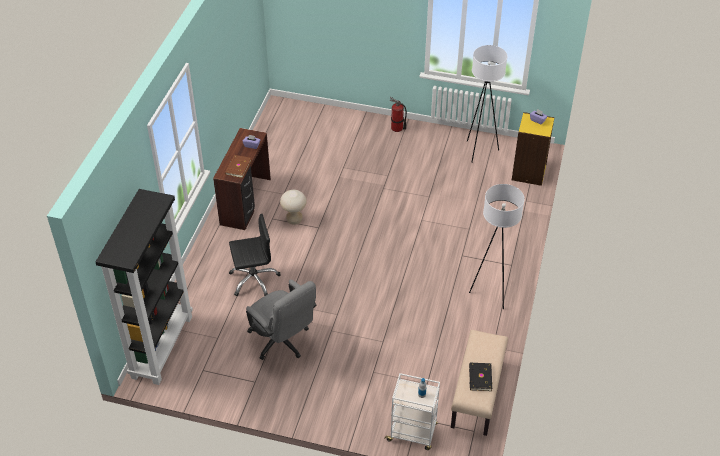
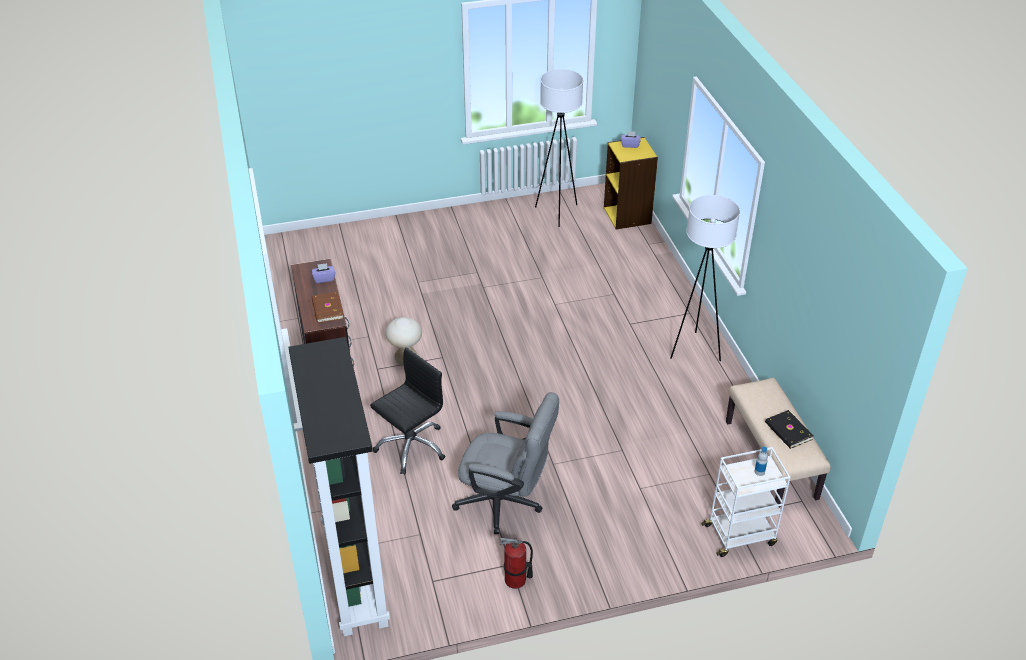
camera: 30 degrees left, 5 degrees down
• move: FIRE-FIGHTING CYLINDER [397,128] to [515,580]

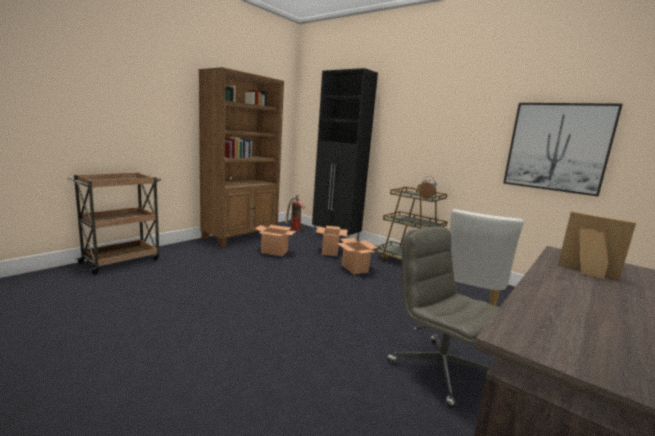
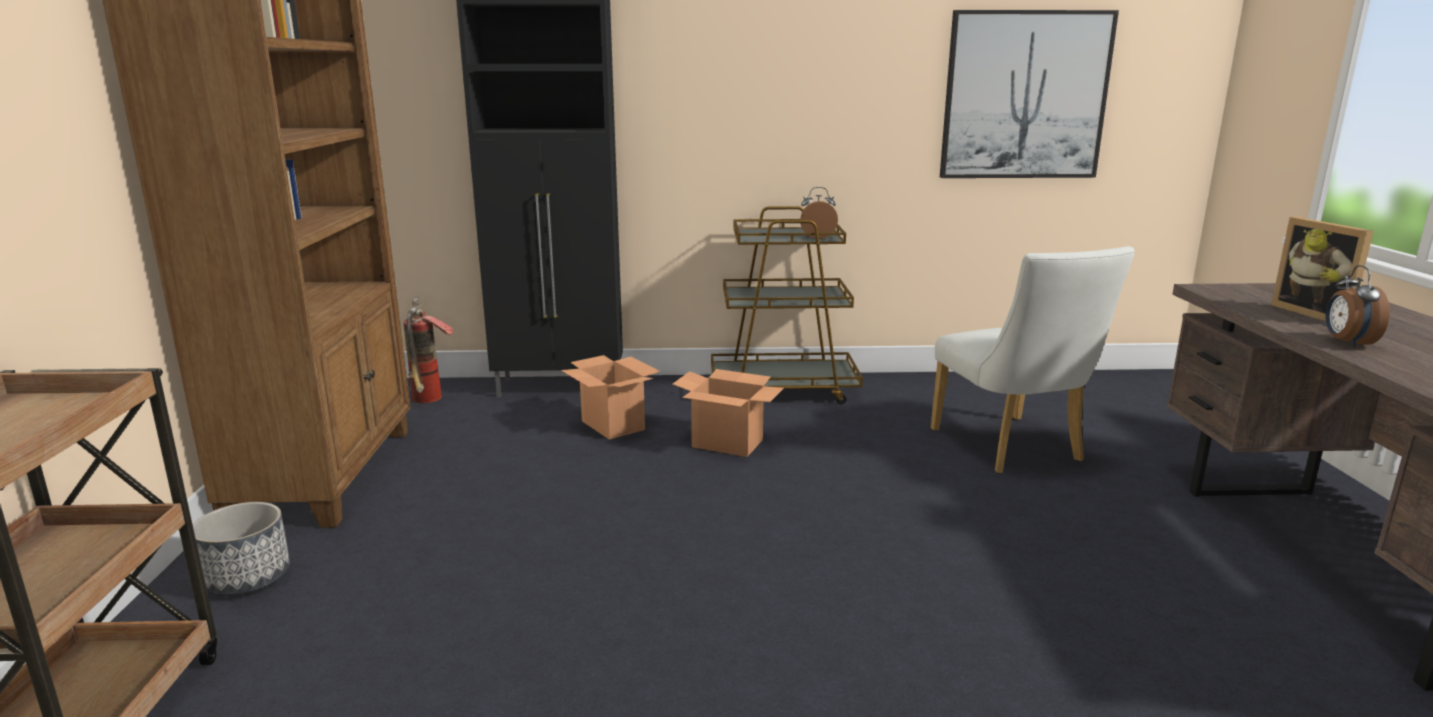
camera: 40 degrees left, 5 degrees up
• insert: PLANTER [246,578]
• rotate: PHOTO FRAME [586,273] = [1316,314] 105 degrees counterclockwise
• insert: BEDSIDE CLOCK [1346,343]
• delete: CARDBOARD BOX [274,252]
• delete: GRAY OFFICE CHAIR [439,369]

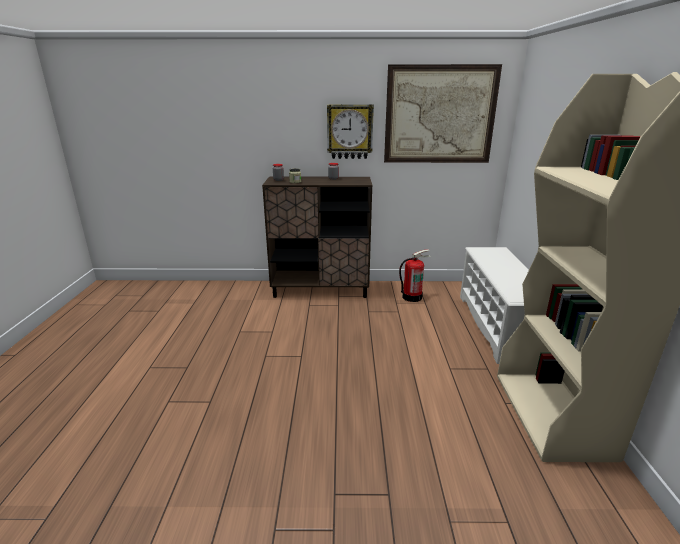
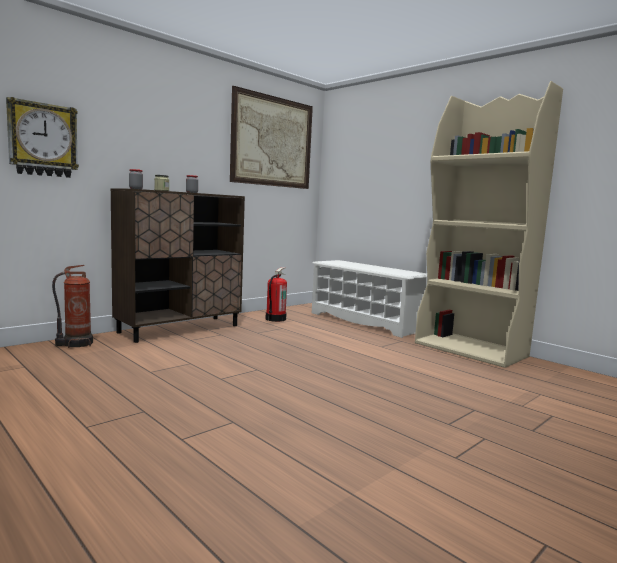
camera: 45 degrees left, 15 degrees down
• move: WALL CLOCK [350,132] to [43,140]
• insert: FIRE-FIGHTING CYLINDER [76,344]

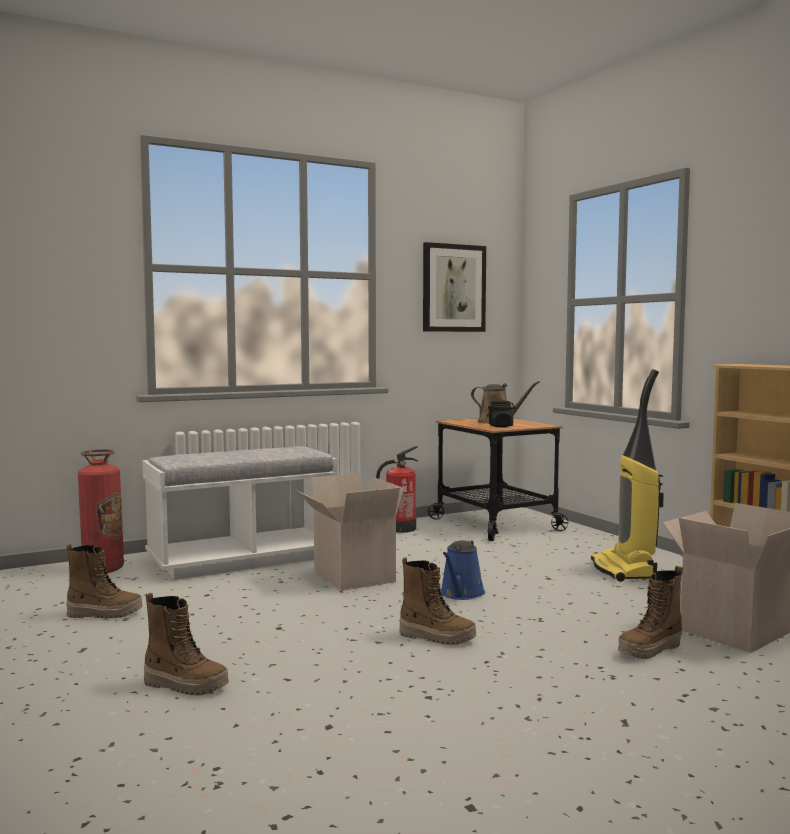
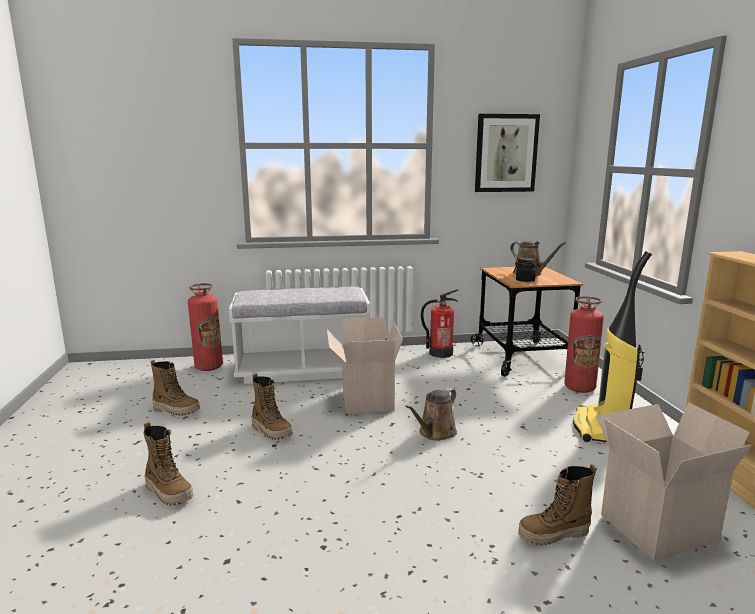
camera: 20 degrees right, 10 degrees up
• move: HIGH-TOP BOOT [437,637] to [271,431]
• recolor: BLUISH WATERING CAN [461,594] to BROWNISH WATERING CAN [435,433]
• insert: FIRE-FIGHTING CYLINDER [579,388]

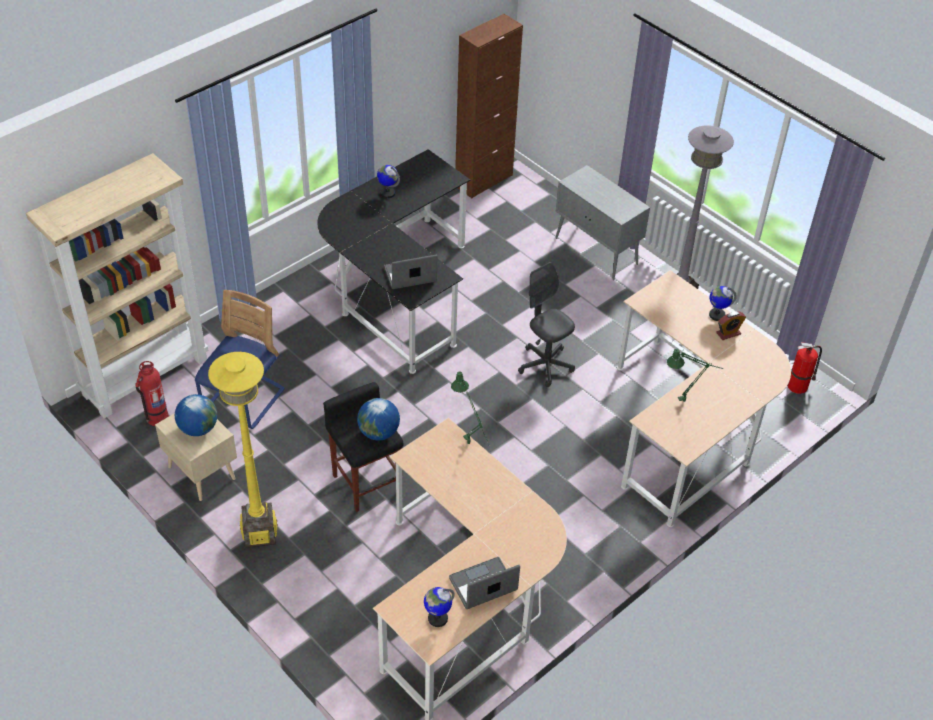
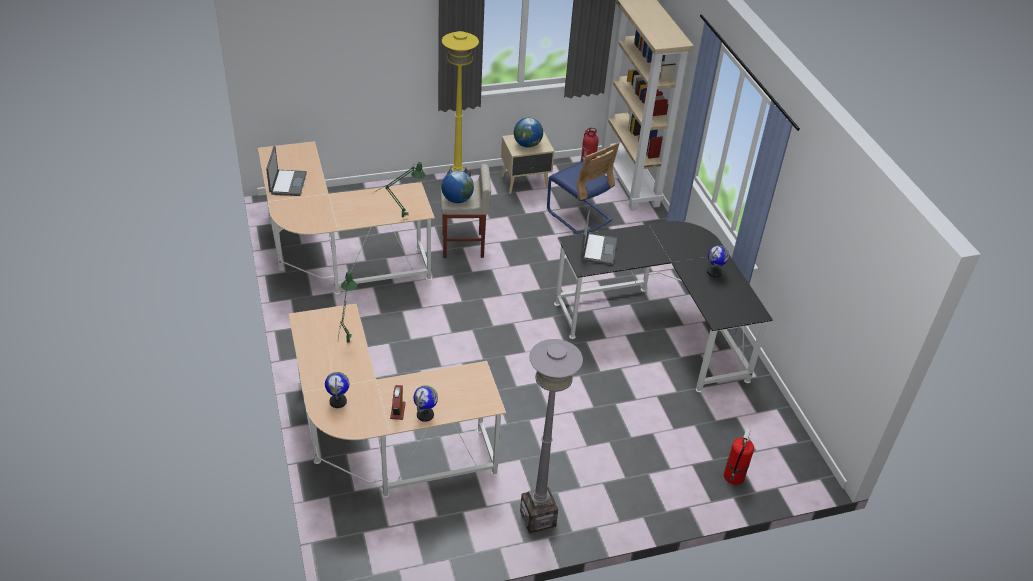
camera: 115 degrees right, 5 degrees down
• move: GLOBE [437,618] to [338,401]
• recolor: BLACKISH SITTING STOOL [366,483] to BEIGE-COLOURED SITTING STOOL [463,245]
• move: FIRE-FIGHTING CYLINDER [798,386] to [733,477]
• delete: BROWNISH CUPBOARD [484,180]
• delete: GRAY OFFICE CHAIR [545,365]
• delete: GRAY CUPBOARD [597,251]

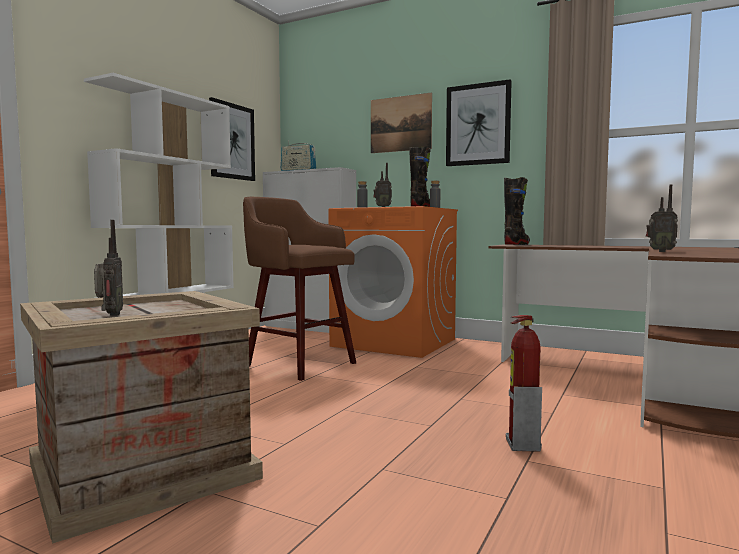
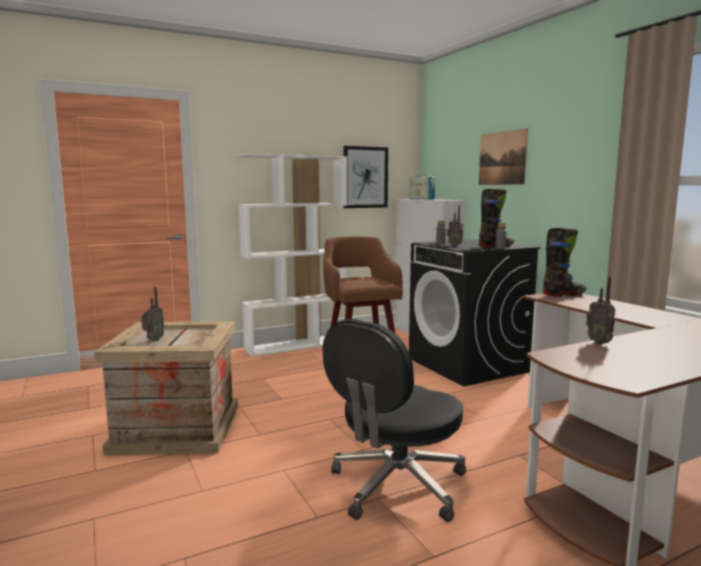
camera: 35 degrees right, 5 degrees up
• replace: FIRE-FIGHTING CYLINDER [522,445] to BLACKISH OFFICE CHAIR [396,486]
• recolor: ORANGE WASHING MACHINE [395,343] to BLACKISH WASHING MACHINE [468,365]
• delete: PICTURE [478,124]

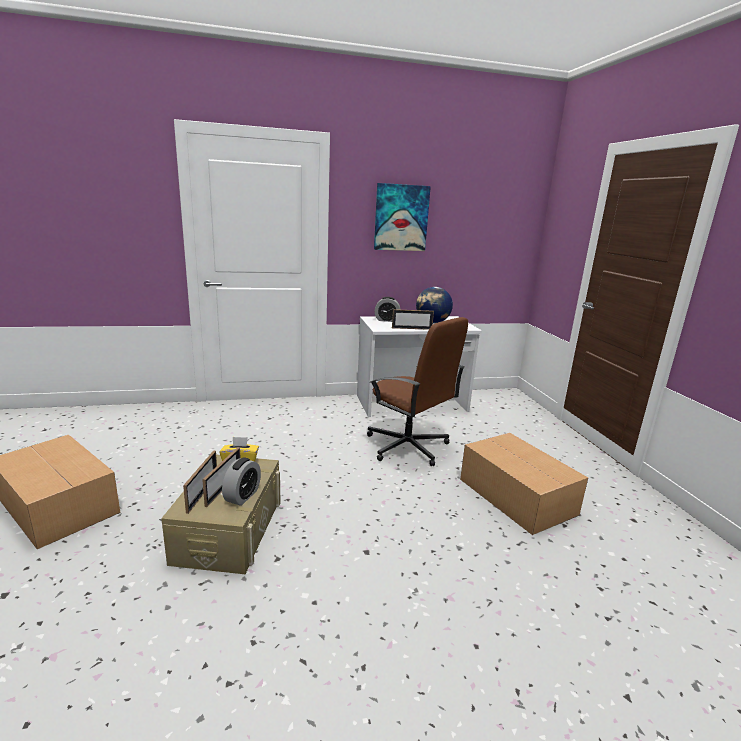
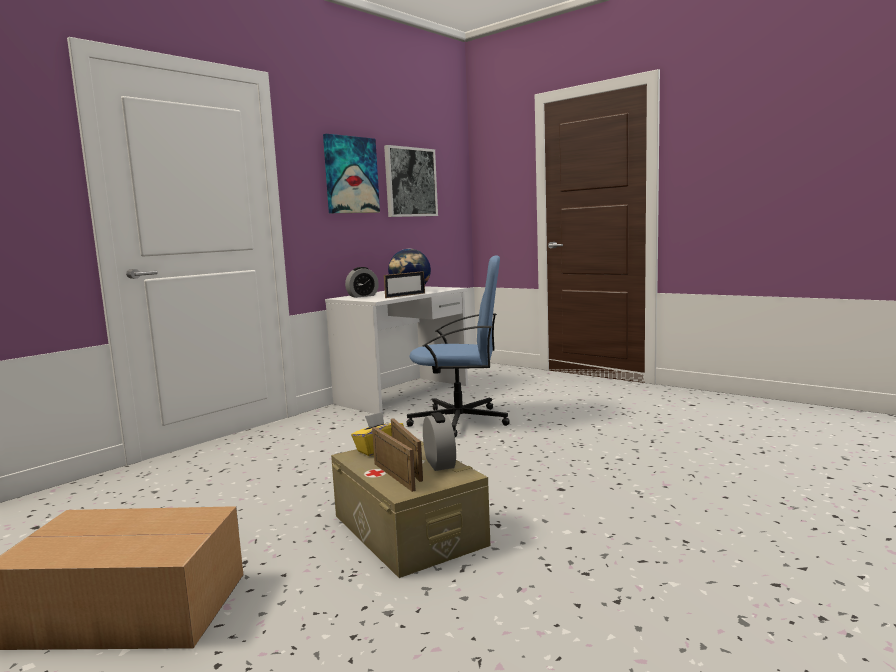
camera: 35 degrees left, 10 degrees down
• insert: PICTURE [410,182]
• recolor: BROWNISH OFFICE CHAIR [408,446] to BLUISH OFFICE CHAIR [461,421]
• delete: CARDBOARD BOX [516,495]

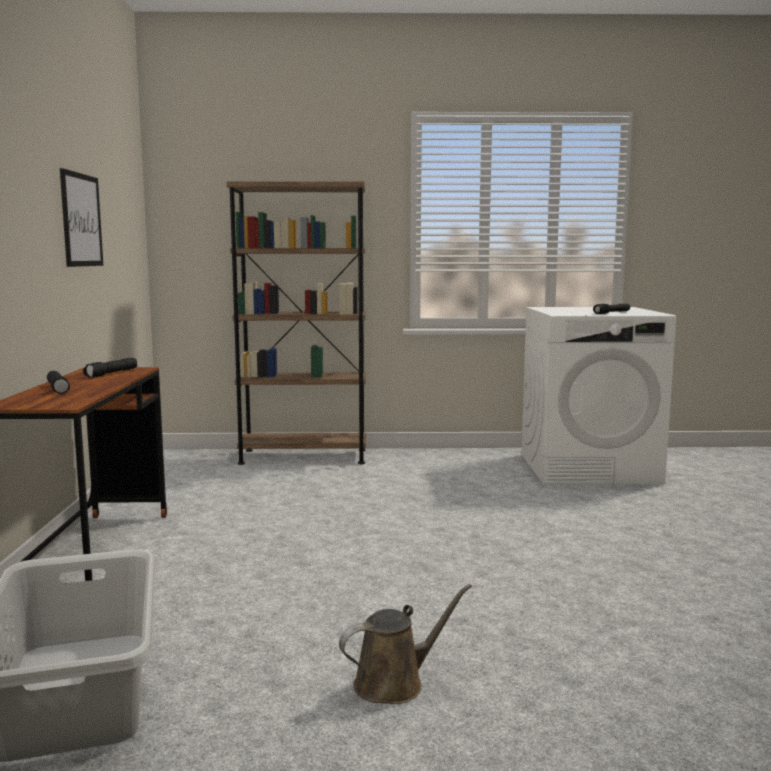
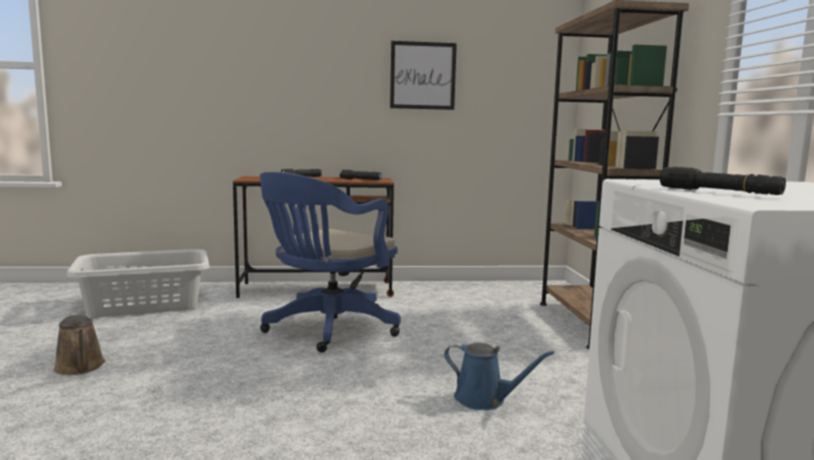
camera: 85 degrees right, 0 degrees up
• insert: BLUISH OFFICE CHAIR [327,329]
• insert: BLUISH WATERING CAN [484,400]

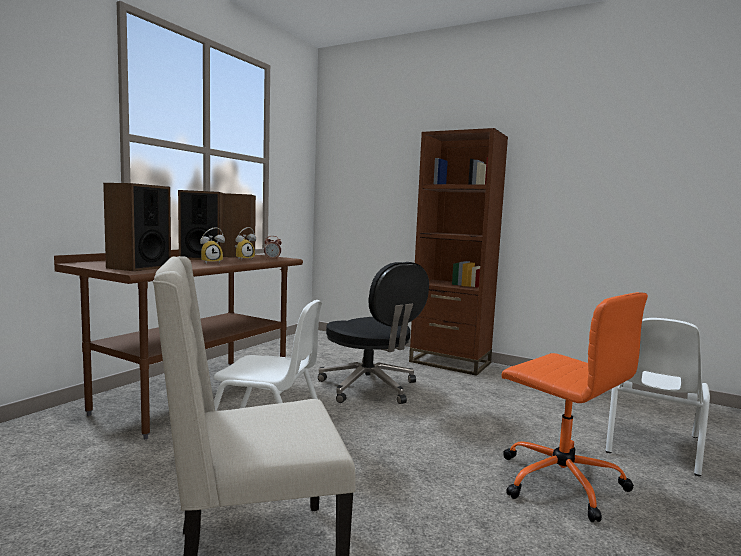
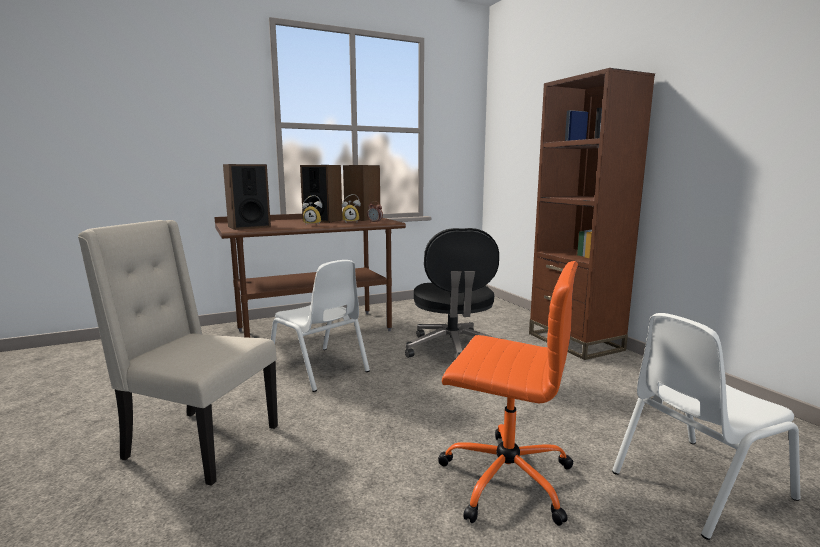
camera: 35 degrees right, 5 degrees up
• rotate: ORANGE OFFICE CHAIR [559,480] = [504,478] 60 degrees counterclockwise

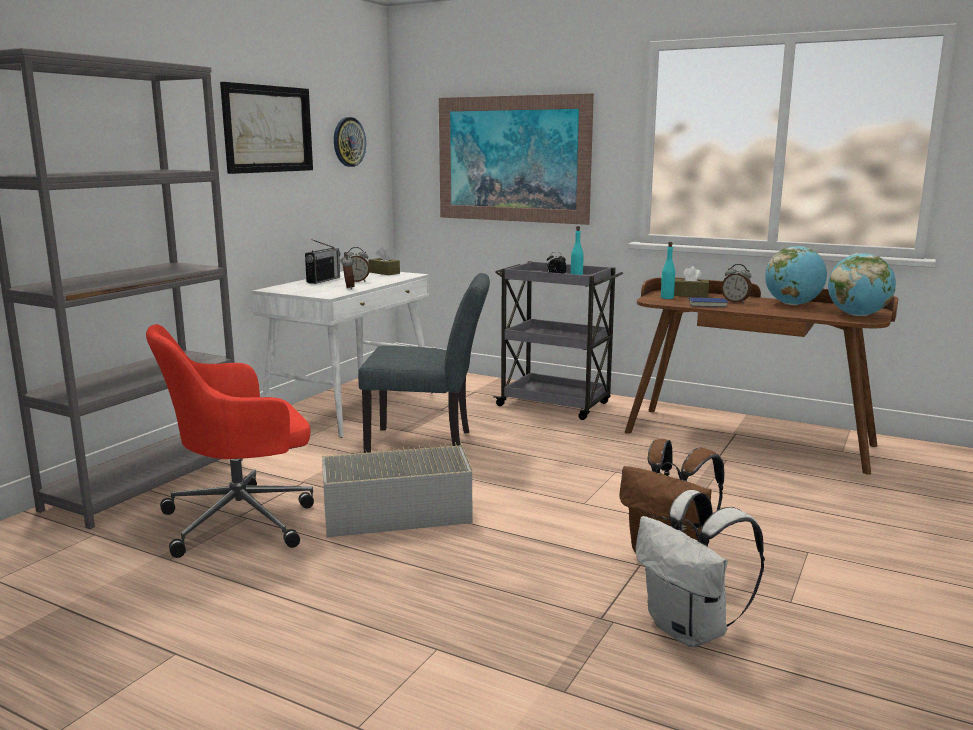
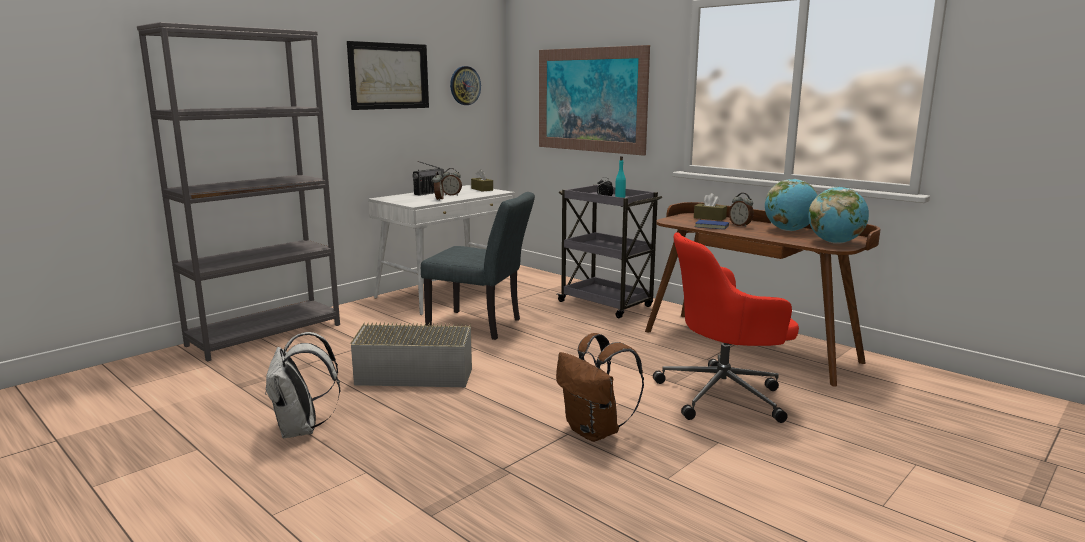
camera: 15 degrees right, 0 degrees up
• move: WHITISH KNAPSACK [690,630] to [302,430]
• move: REDDISH OFFICE CHAIR [243,520] to [724,395]
• delete: TURQUOISE-COLOURED BOTTLE [666,297]

